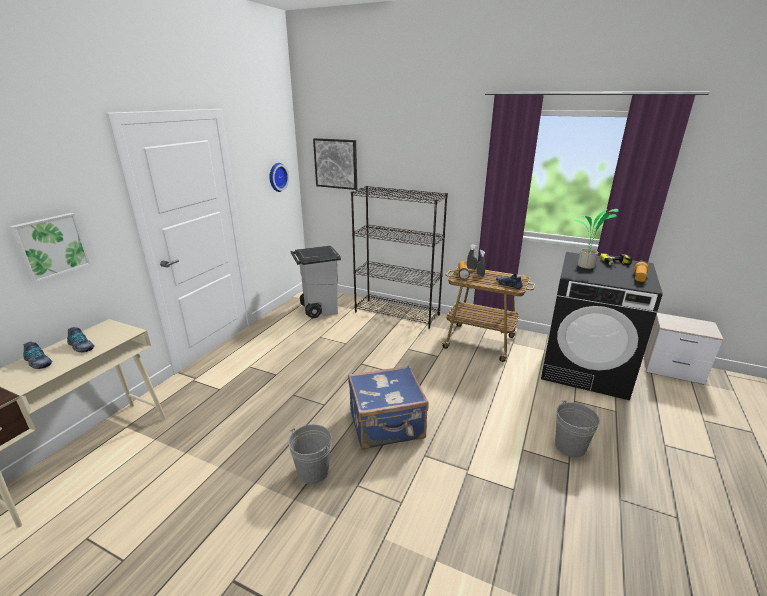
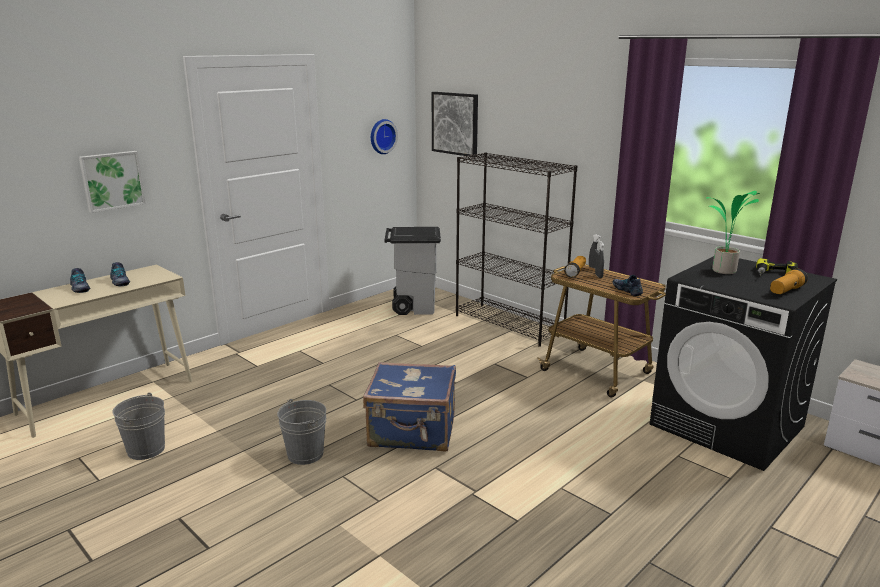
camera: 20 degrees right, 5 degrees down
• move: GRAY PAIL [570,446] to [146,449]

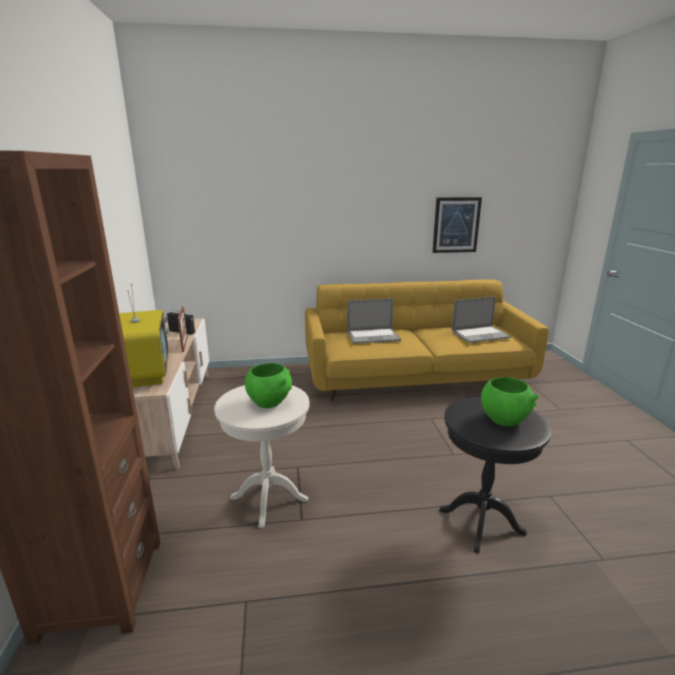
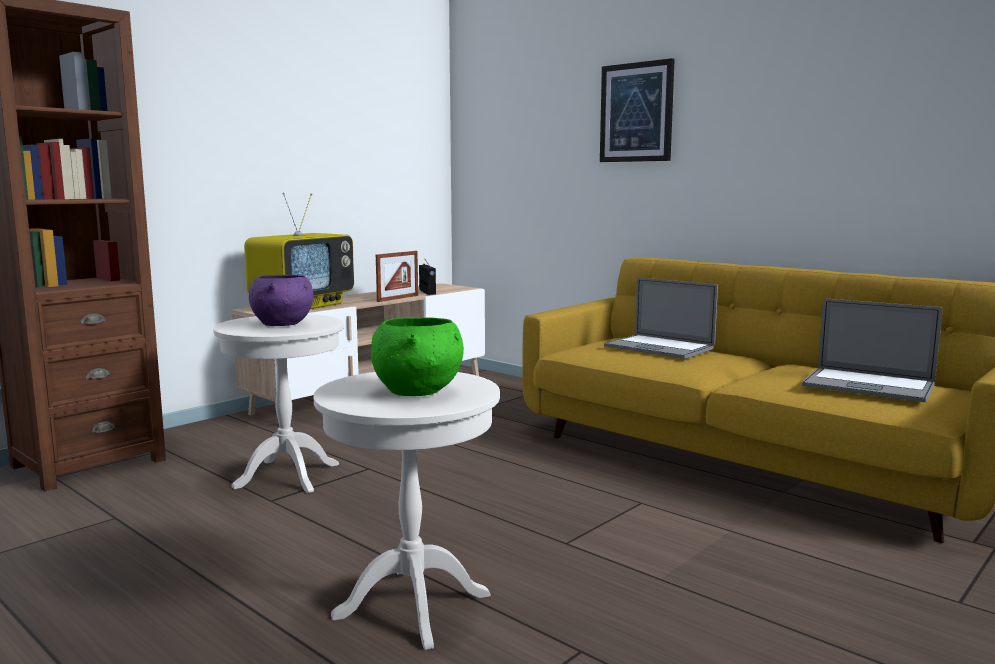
camera: 50 degrees right, 10 degrees down
• recolor: GREEN-COLOURED BOWL [269,402] to PURPLISH BOWL [283,324]
• recolor: BLACKISH ACCENT TABLE [481,521] to WHITISH ACCENT TABLE [412,605]
• move: PICTURE [456,225] to [636,112]

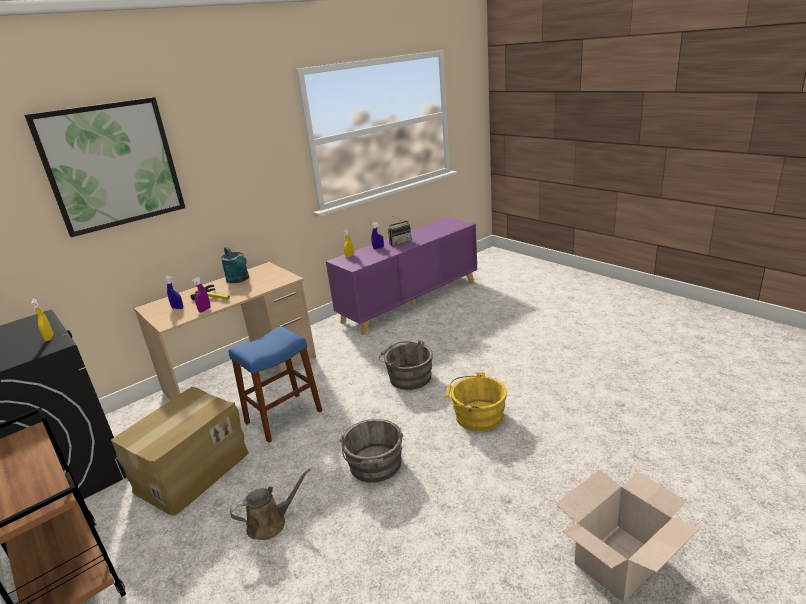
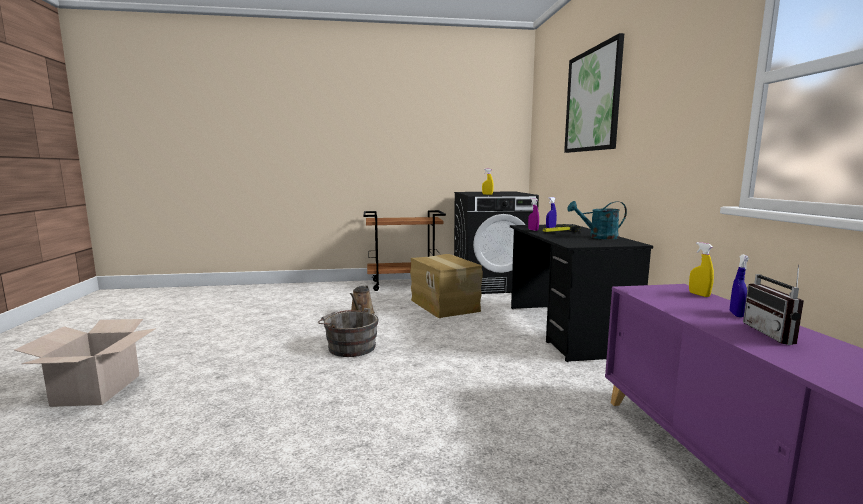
camera: 120 degrees right, 15 degrees down
• recolor: BEIGE-COLOURED DESK TABLE [242,375] to BLACKISH DESK TABLE [566,329]
• delete: BLUISH SITTING STOOL [283,417]
• delete: GRAY PAIL [408,377]
• delete: YELLOW PAIL [476,416]

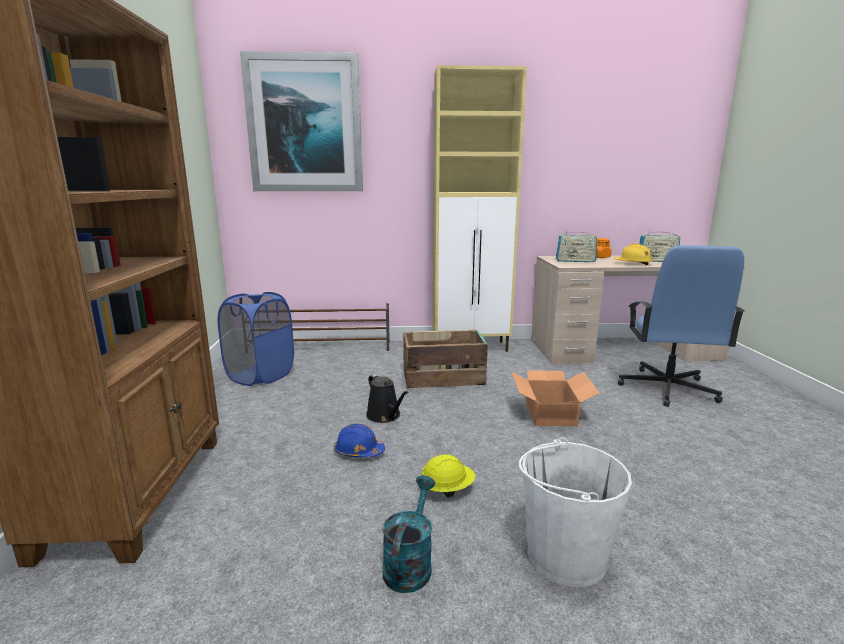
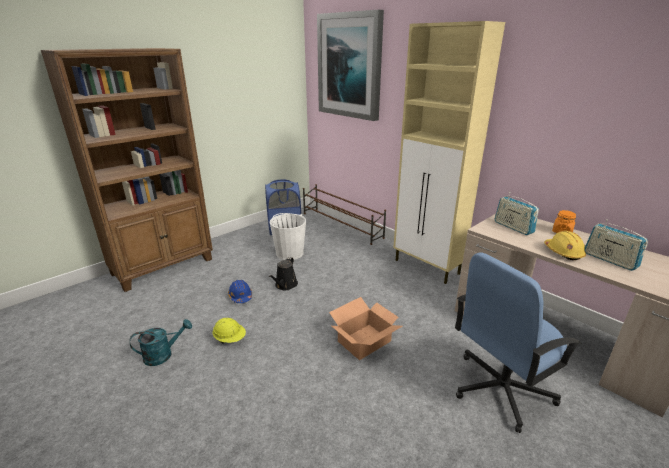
camera: 50 degrees right, 10 degrees up
• move: WHITISH PAIL [565,556] to [289,253]
• delete: CRATE [444,378]

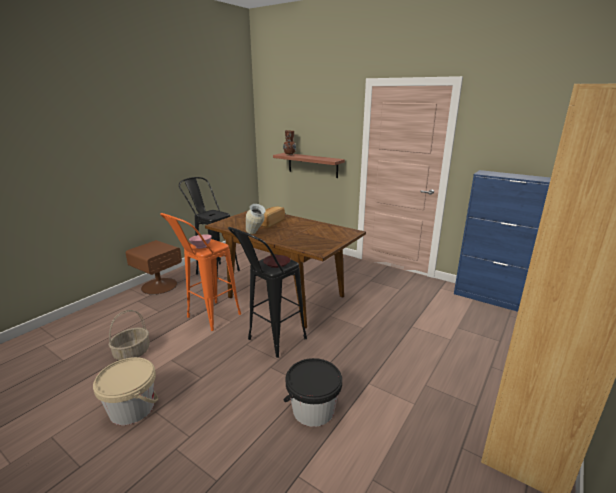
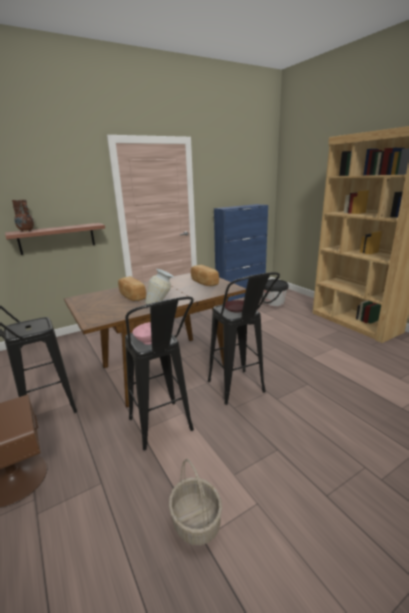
camera: 65 degrees left, 0 degrees up
• recolor: ORANGE SITTING STOOL [207,319] to BLACKISH SITTING STOOL [164,431]
• insert: BAKED BREAD [204,282]
• move: BLACKISH PAIL [313,409] to [273,302]
• delete: BEIGE-COLOURED PAIL [132,408]

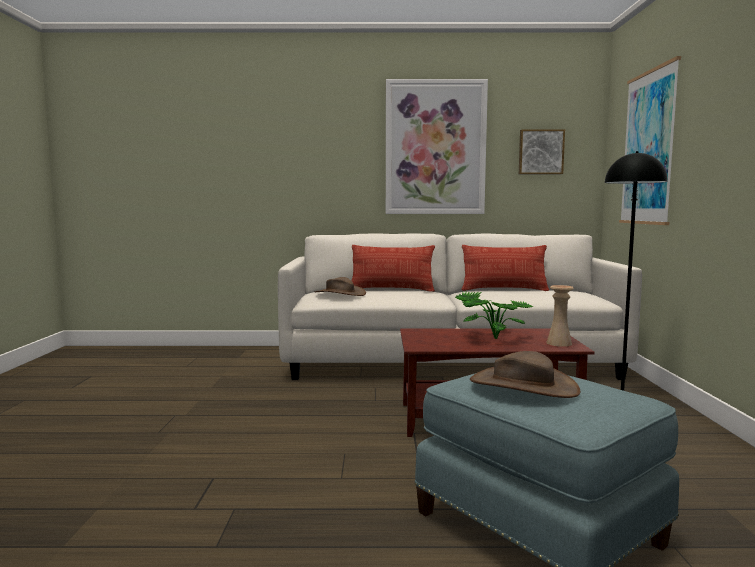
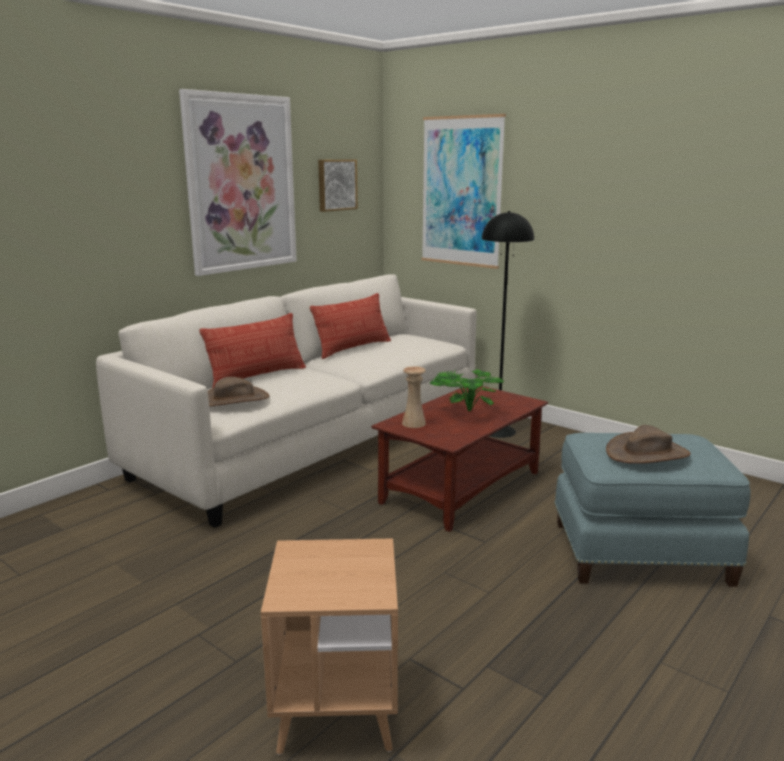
camera: 50 degrees left, 10 degrees up
• insert: BROWNISH ACCENT TABLE [336,711]
• move: BEIGE-COLOURED VASE [559,343] to [413,423]

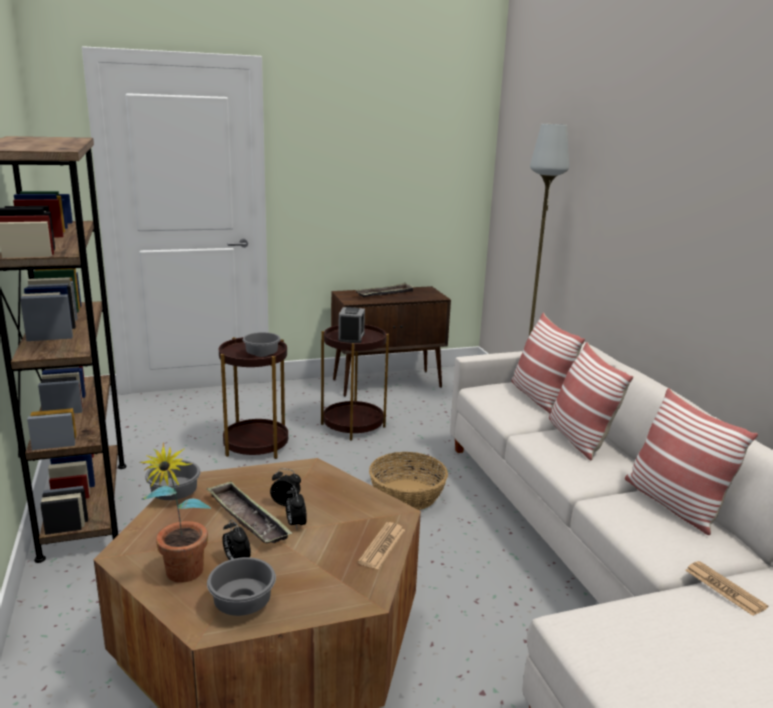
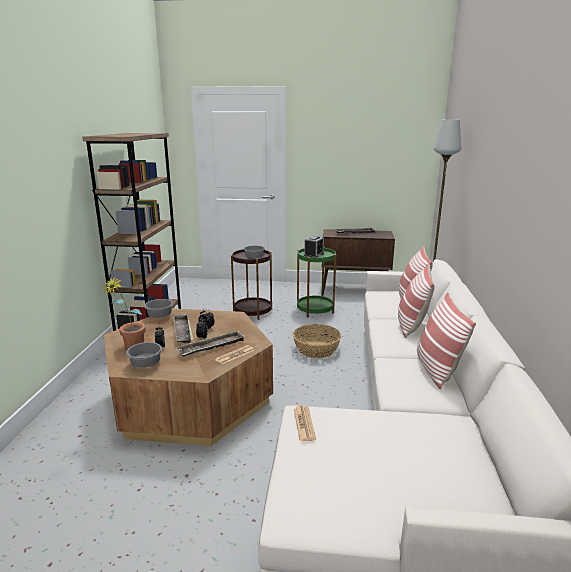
camera: 25 degrees right, 0 degrees up
• insert: SERVING TRAY [212,347]
• move: PRINTED PAPER [724,588] to [304,423]
• recolor: BROWNISH ACCENT TABLE [353,425] to GREEN-COLOURED ACCENT TABLE [315,309]

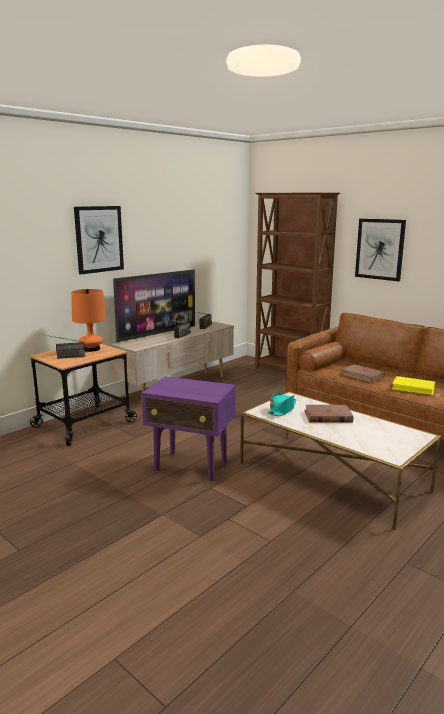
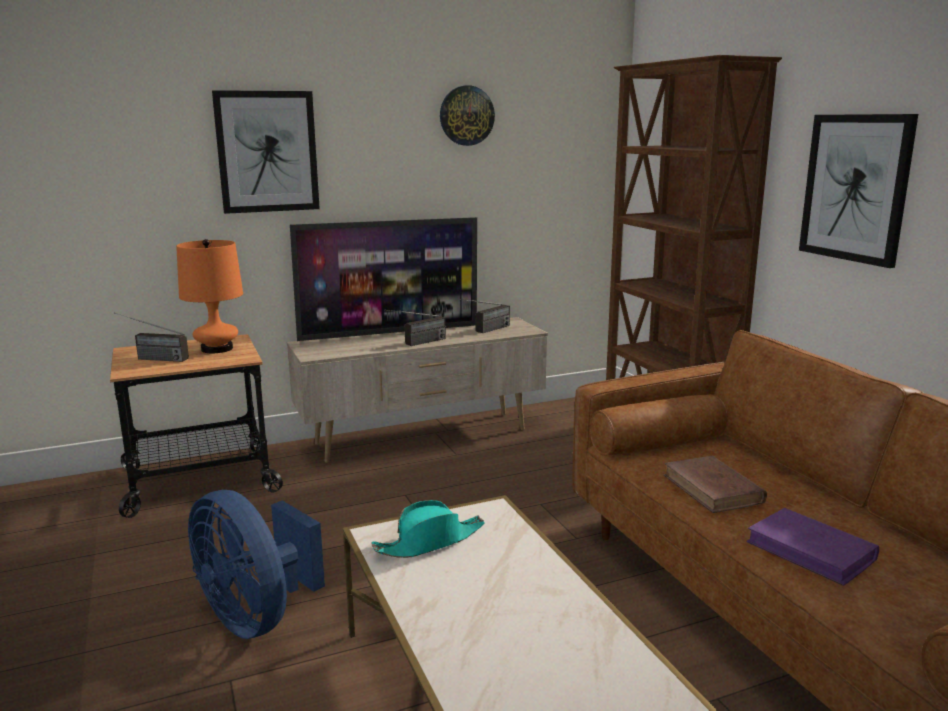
camera: 25 degrees right, 0 degrees up
• replace: PURPLISH ACCENT TABLE [191,466] to BLUISH ELECTRIC FAN [256,616]
• insert: WALL CLOCK [466,115]
• recolor: YELLOW VOLUME [413,388] to PURPLISH VOLUME [811,551]
• delete: BROWNISH VOLUME [327,416]

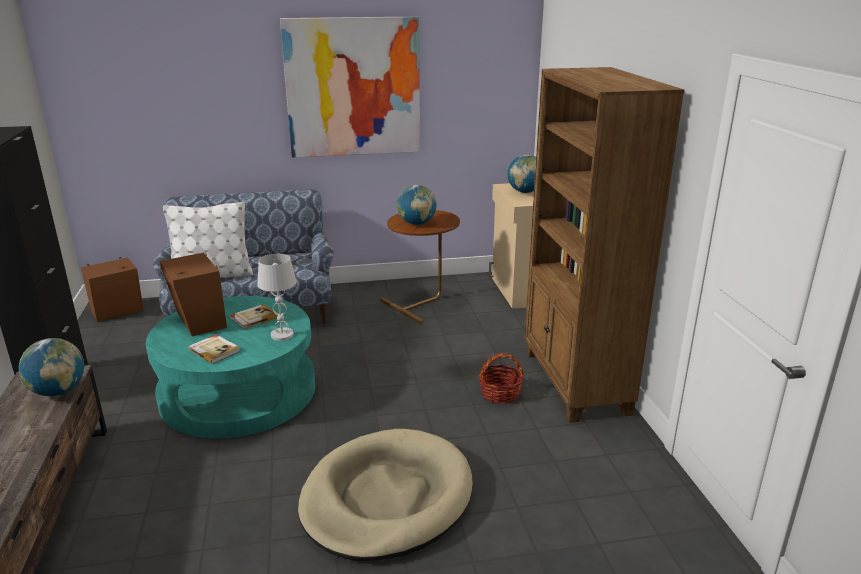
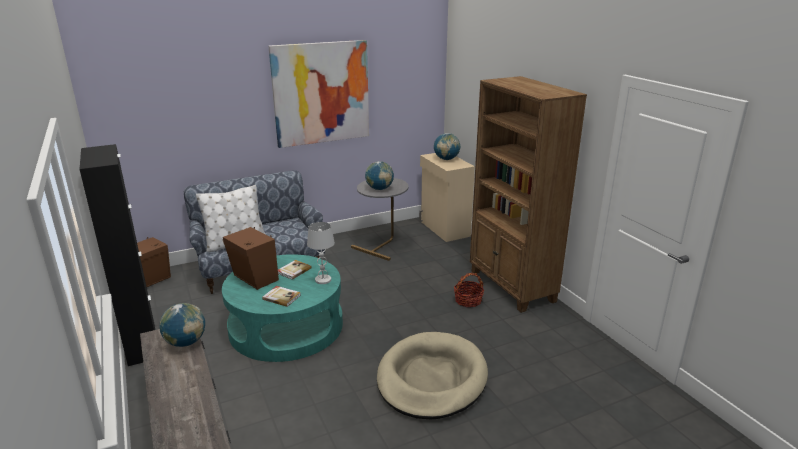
camera: 15 degrees left, 0 degrees up
• recolor: BROWNISH ACCENT TABLE [423,303] to GRAY ACCENT TABLE [383,246]

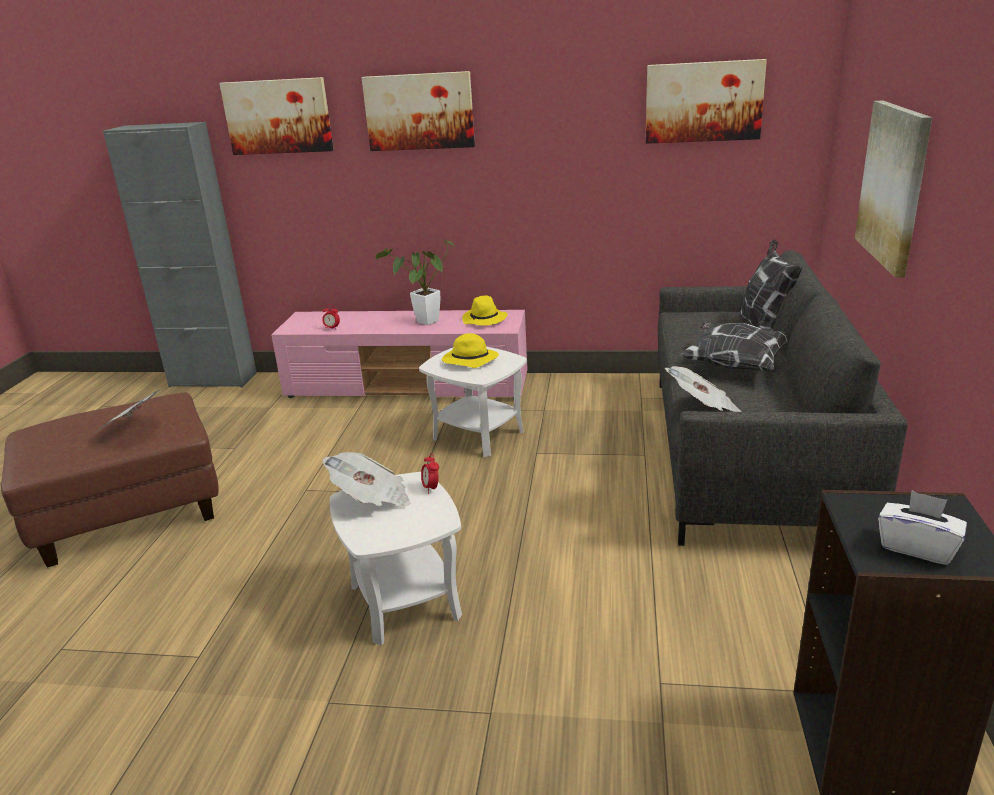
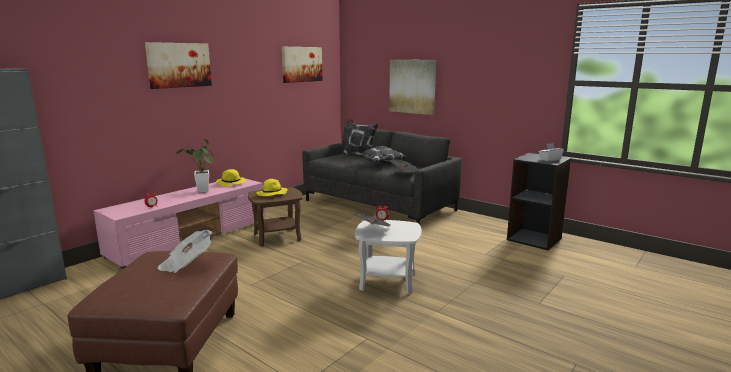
camera: 60 degrees left, 10 degrees down
• recolor: WHITISH ACCENT TABLE [478,435] to BROWNISH ACCENT TABLE [277,237]
• delete: PICTURE [278,116]

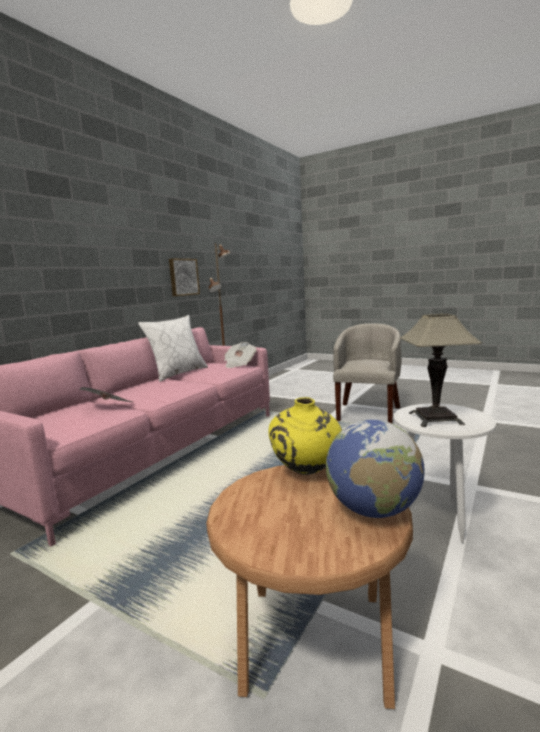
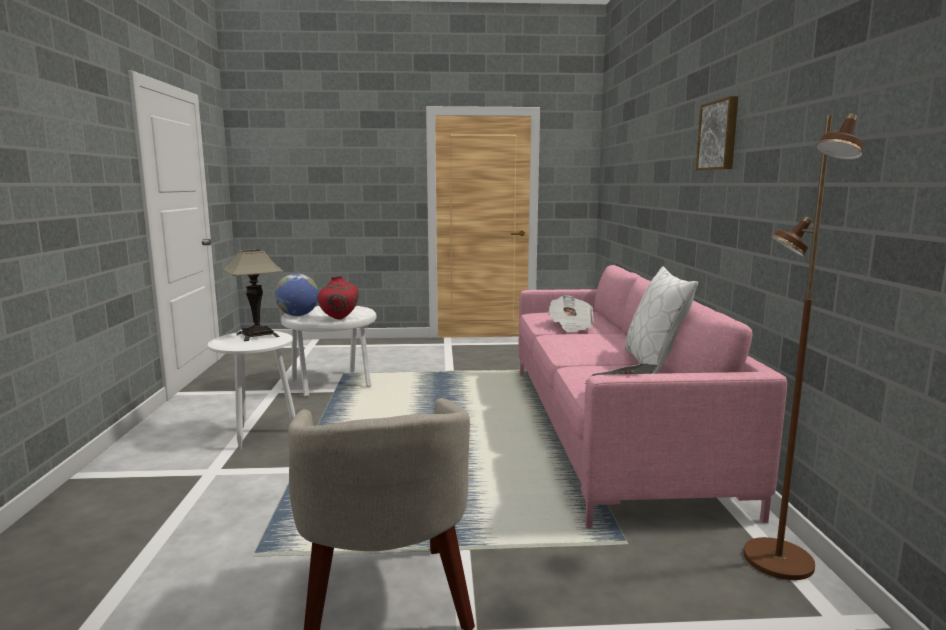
camera: 145 degrees right, 0 degrees up
• recolor: BROWNISH ACCENT TABLE [312,639] to WHITISH ACCENT TABLE [332,383]
• recolor: YELLOW VASE [307,472] to REDDISH VASE [339,319]
• move: PICTURE [183,277] to [719,135]

